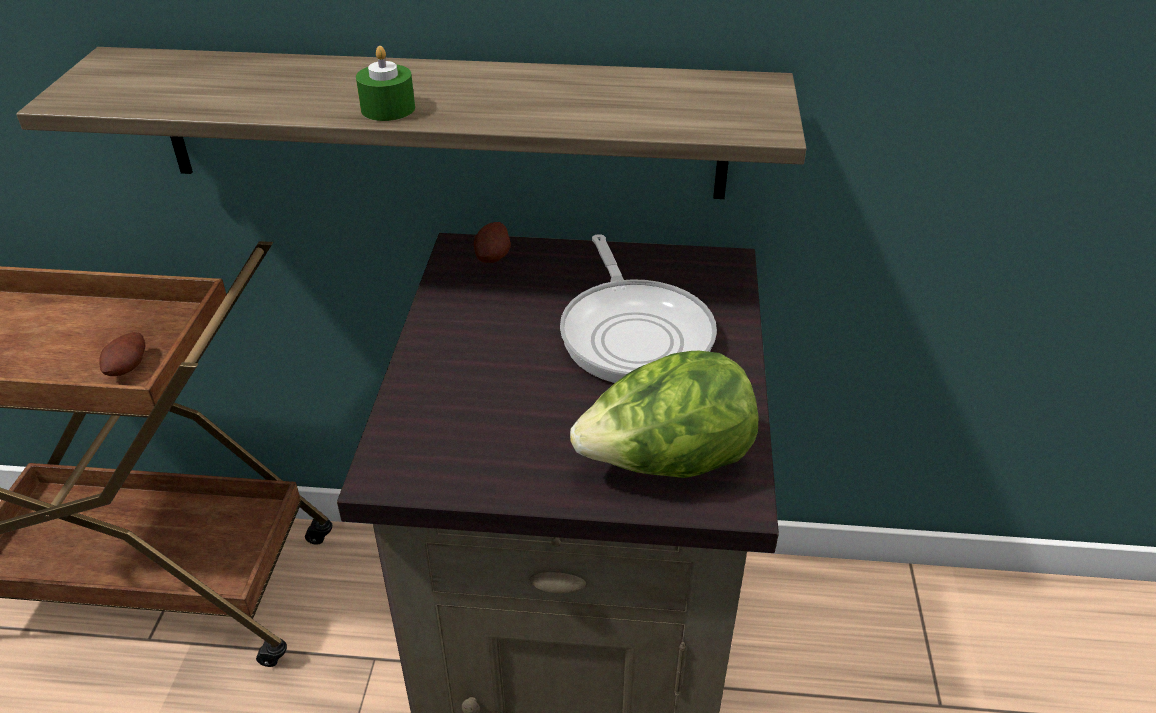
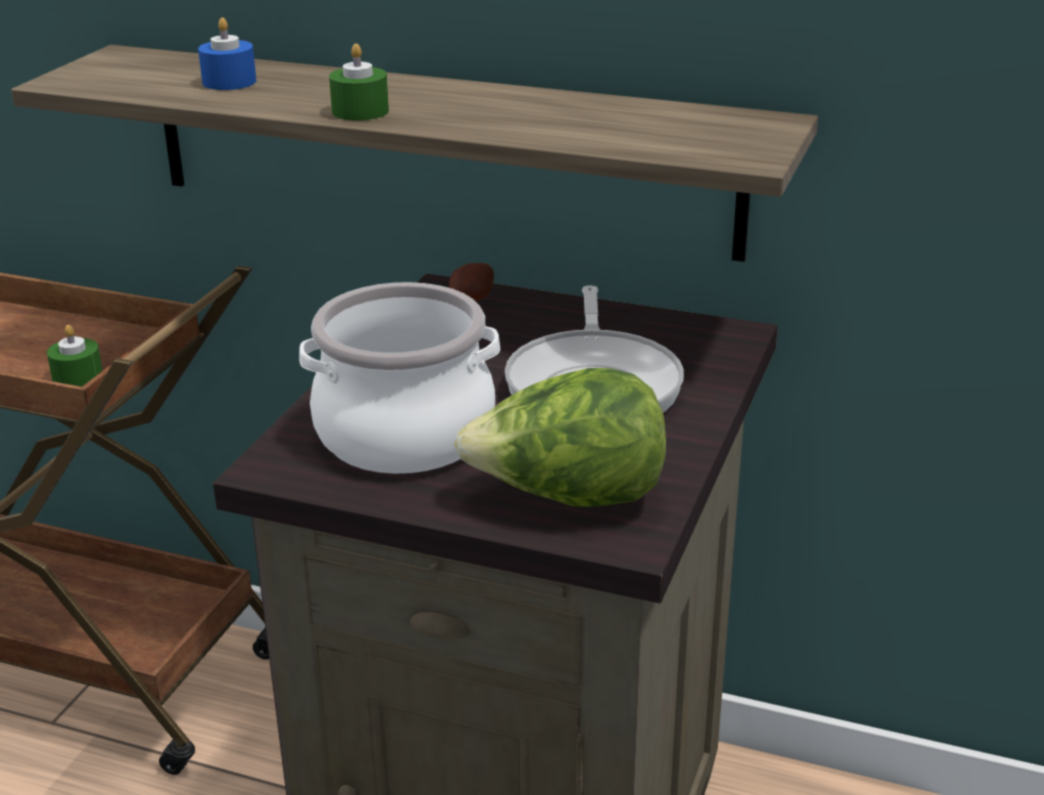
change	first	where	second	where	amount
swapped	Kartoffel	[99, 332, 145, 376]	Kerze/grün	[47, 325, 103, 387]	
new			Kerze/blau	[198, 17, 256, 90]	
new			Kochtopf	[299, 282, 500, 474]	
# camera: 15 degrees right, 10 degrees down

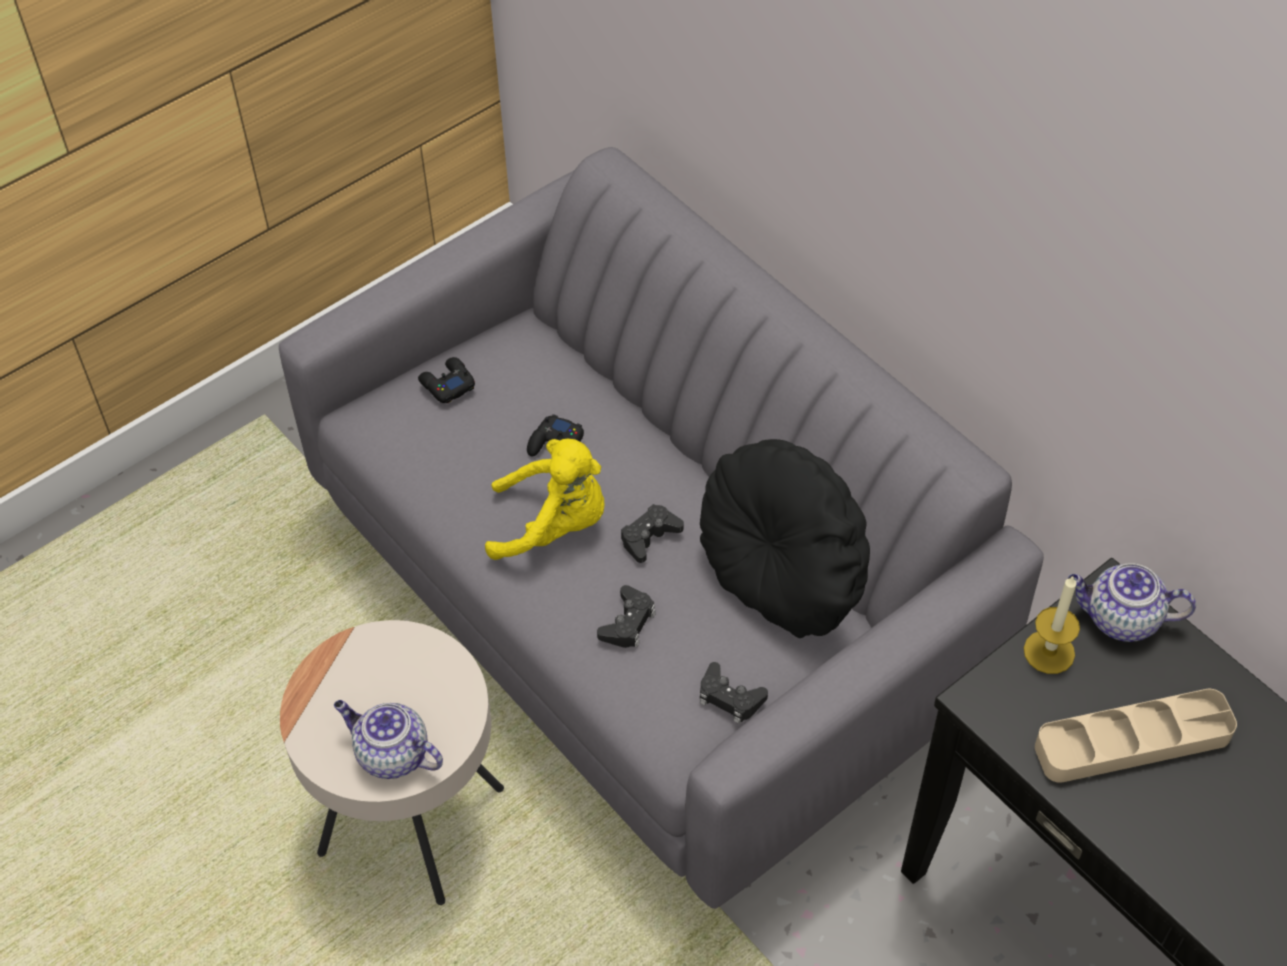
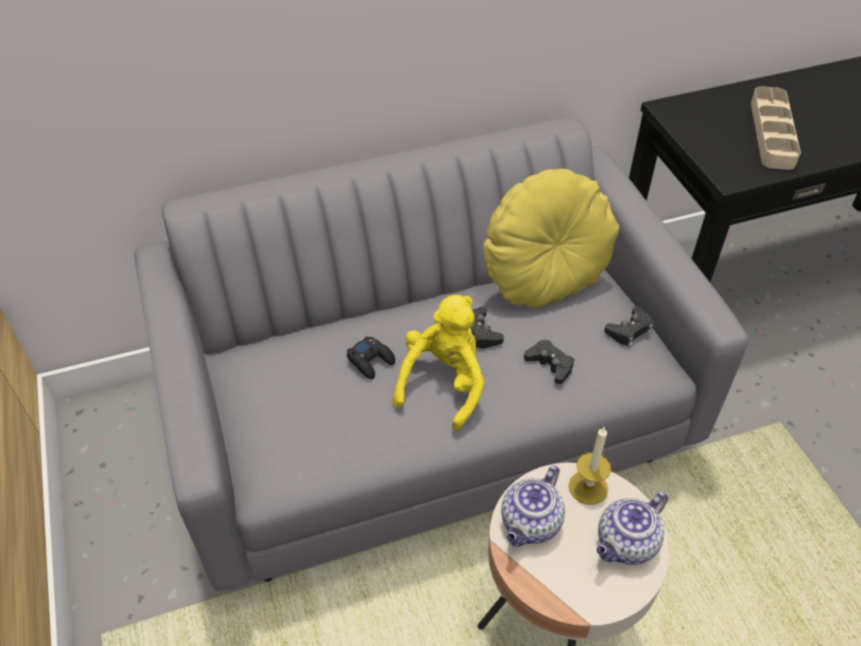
change	first	where	second	where	amount
gone	Gamepad/schwarz	[418, 357, 475, 403]			
repainted	Kissen/schwarz	[700, 439, 870, 638]	Kissen/gelb	[483, 169, 619, 308]	
shifted	Kerze	[1024, 575, 1080, 674]		[569, 427, 611, 505]	
shifted	Teekanne	[1068, 563, 1196, 642]		[501, 465, 565, 546]	
# camera: 70 degrees left, 5 degrees down

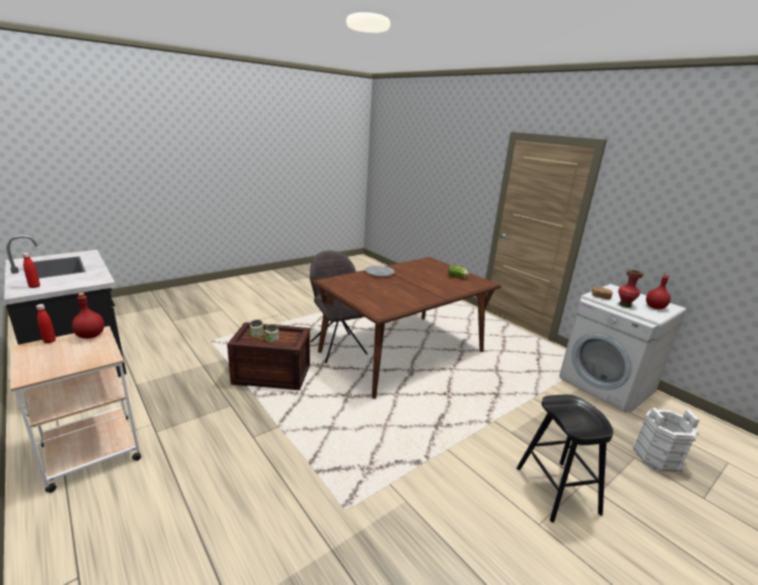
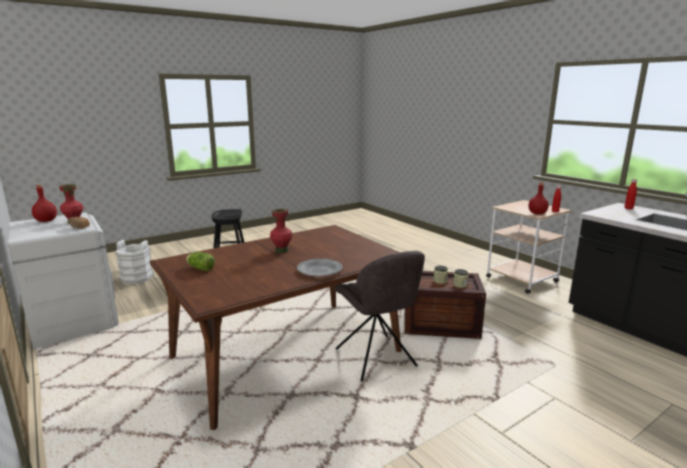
change	first	where	second	where	amount
new			Vase/rot	[270, 209, 292, 253]	
# camera: 175 degrees left, 5 degrees down

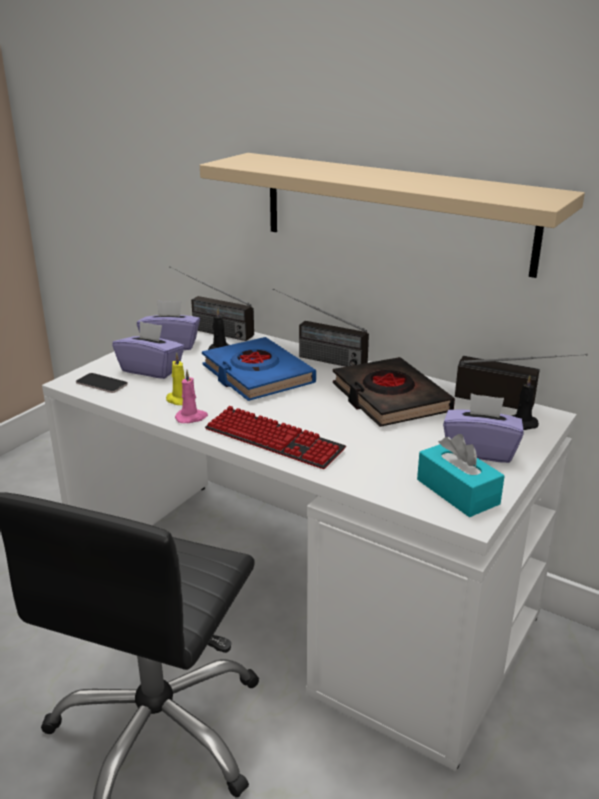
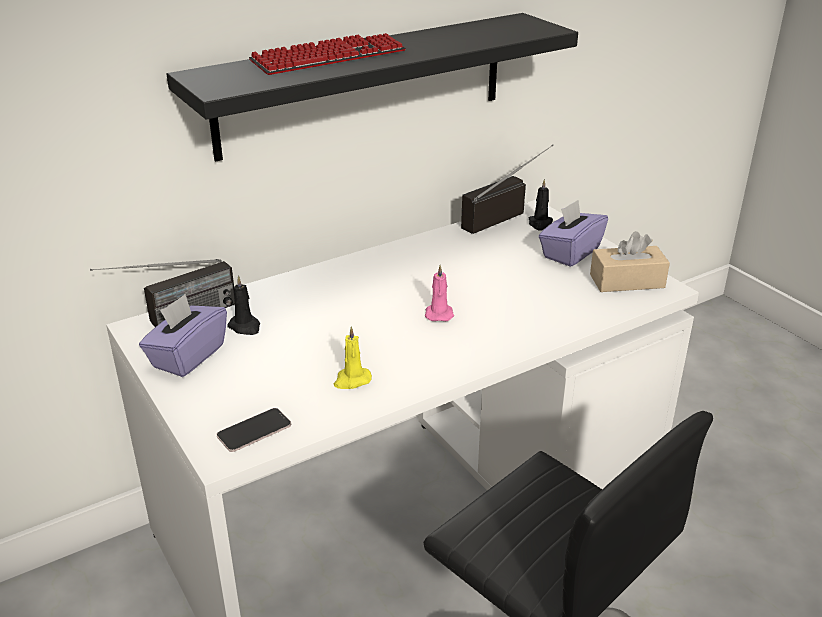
change	first	where	second	where	amount
gone	Taschentuchbox/lila	[112, 321, 185, 379]			
shifted	Kerze/rosa	[175, 370, 208, 423]		[425, 265, 454, 321]	
repainted	Wandregal/beige	[200, 153, 585, 278]	Wandregal/schwarz	[167, 13, 578, 162]	
gone	Buch/blau	[202, 337, 316, 401]			
shifted	Tastatur	[205, 406, 346, 469]		[249, 33, 406, 75]	
gone	Radio	[273, 288, 369, 367]			
gone	Buch/schwarz	[333, 357, 455, 427]			
repainted	Taschentuchbox/türkis	[417, 434, 505, 517]	Taschentuchbox/beige	[590, 231, 670, 292]	
# camera: 65 degrees left, 5 degrees up

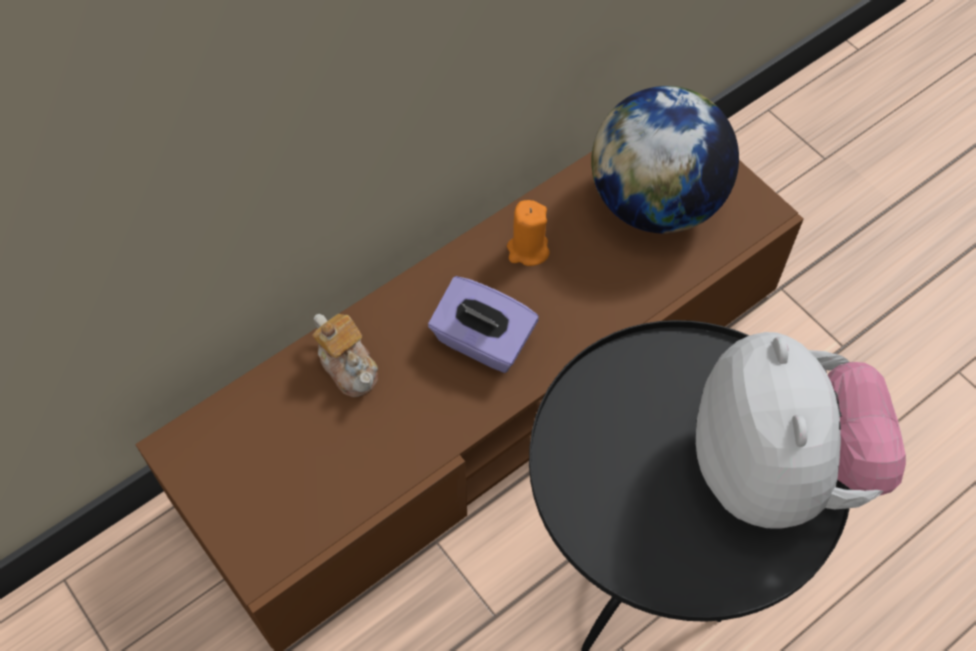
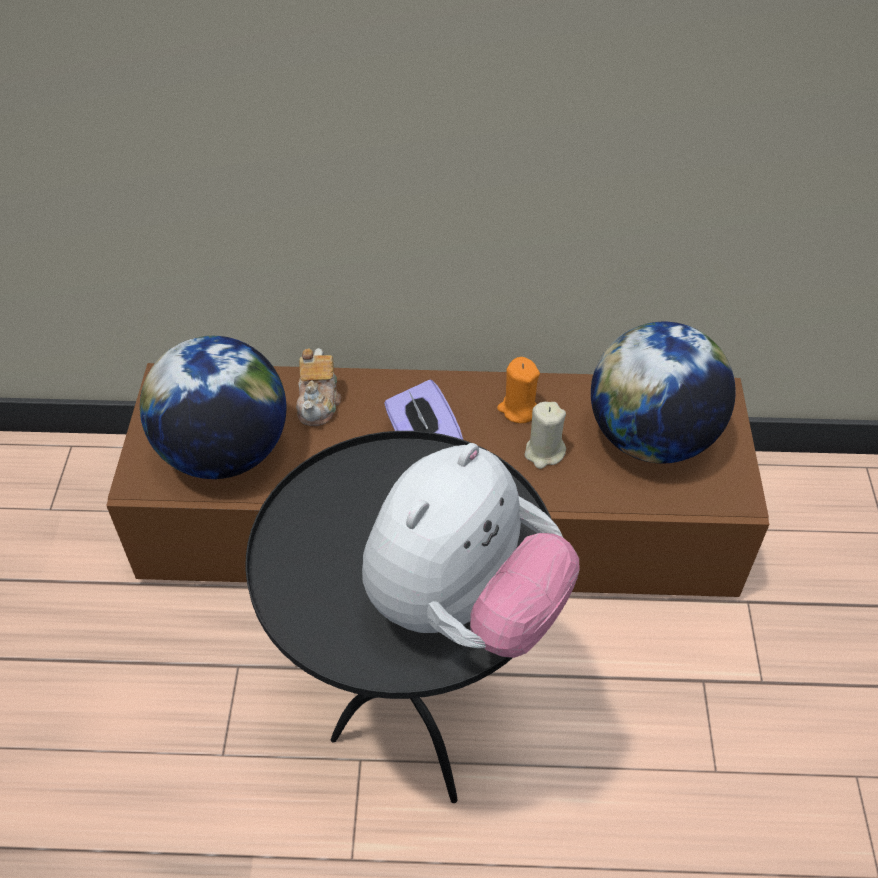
change	first	where	second	where	amount
new			Globus	[140, 336, 286, 479]	
new			Kerze/beige	[525, 402, 566, 469]	
# camera: 40 degrees right, 10 degrees down

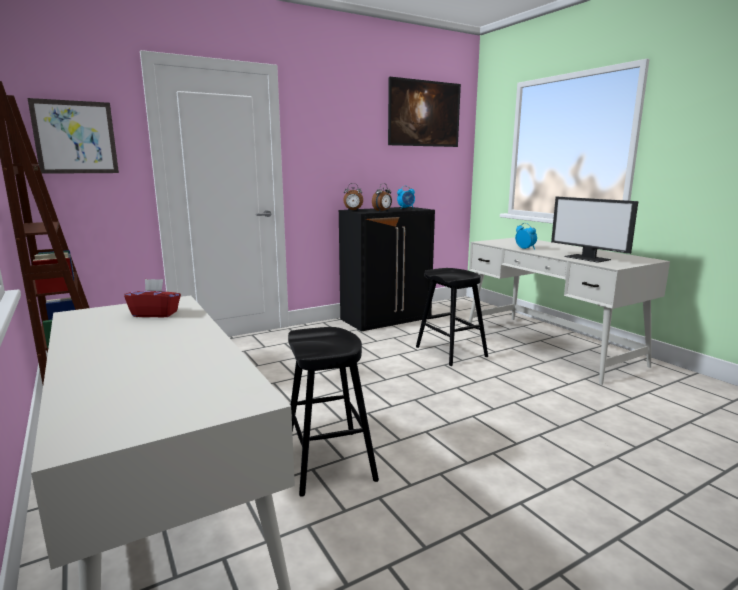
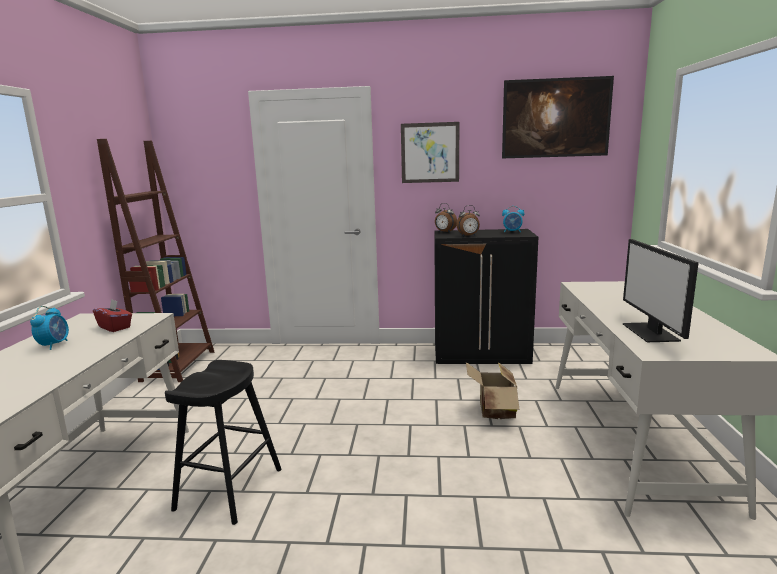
change	first	where	second	where	amount
shifted	Bild	[27, 98, 119, 174]		[401, 122, 459, 183]	
swapped	Hocker/schwarz	[416, 268, 488, 366]	Karton	[466, 362, 520, 419]	
shifted	Wecker	[515, 223, 537, 250]		[30, 306, 69, 350]	
# camera: 35 degrees right, 0 degrees up

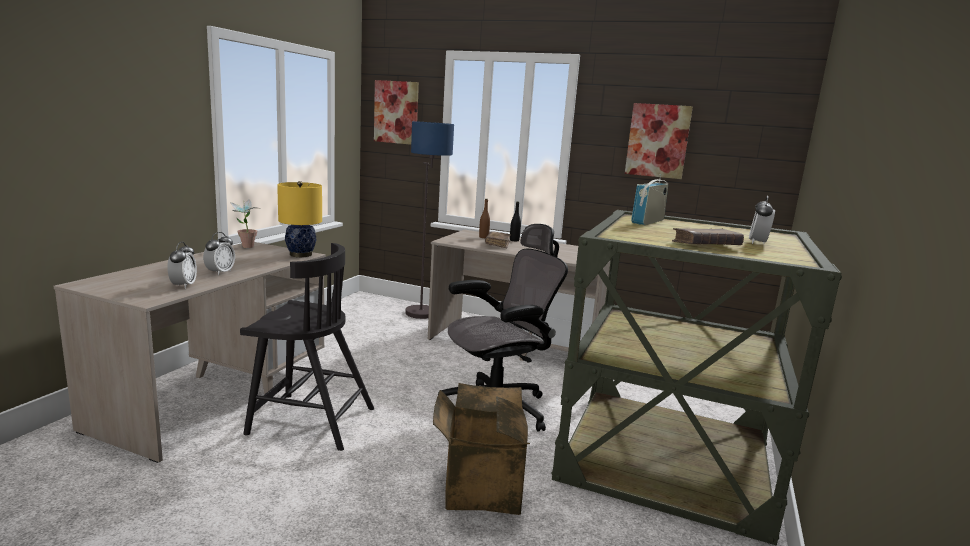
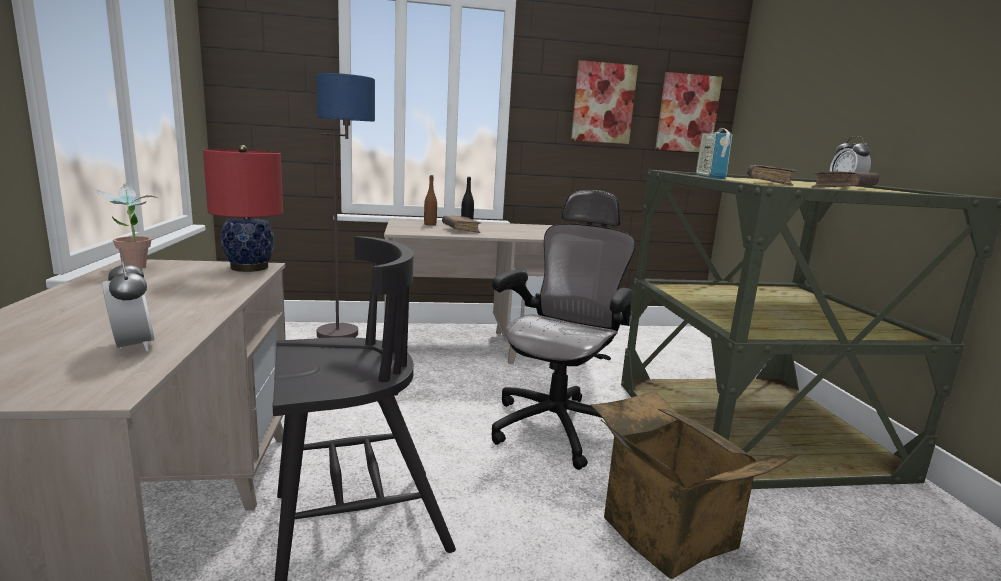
change	first	where	second	where	amount
gone	Wecker	[203, 232, 235, 275]			
repainted	Tischlampe/gelb	[277, 181, 322, 257]	Tischlampe/rot	[203, 145, 283, 272]	
shifted	Bild	[374, 80, 419, 145]		[655, 72, 723, 152]	
new			Buch/braun	[747, 165, 796, 186]	
# camera: 30 degrees left, 0 degrees up

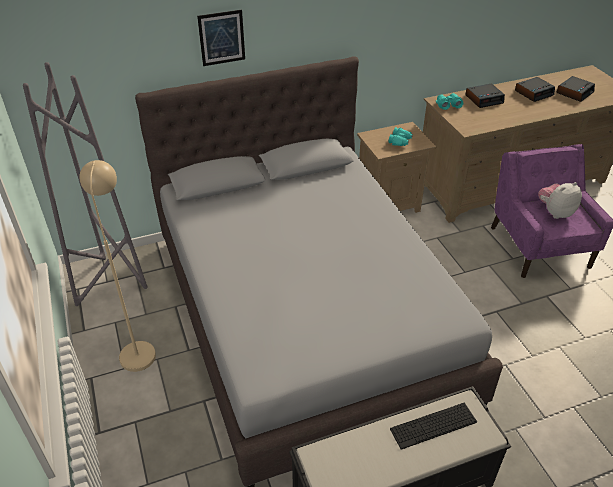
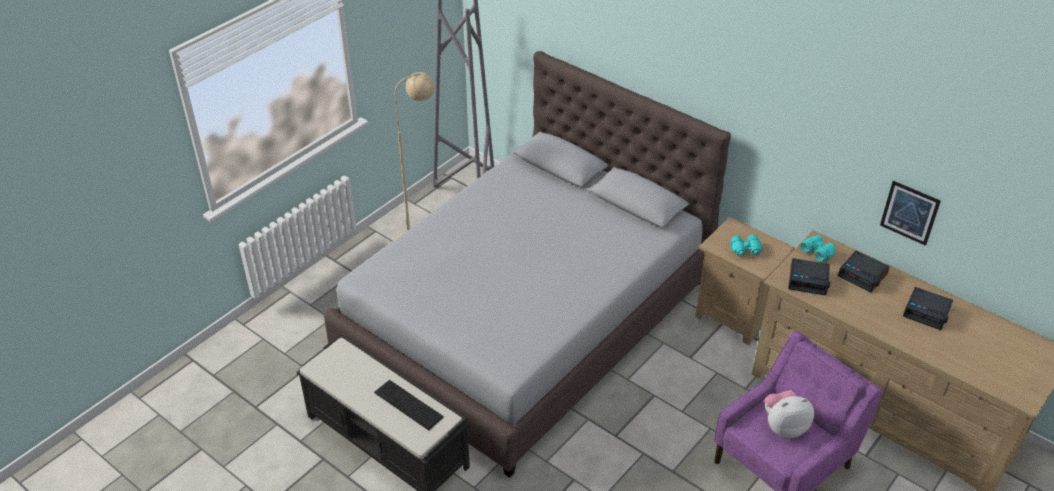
change	first	where	second	where	amount
shifted	Bild	[197, 10, 245, 66]		[880, 181, 941, 246]	
rotated	Plüschtier	[538, 182, 582, 219]		[765, 391, 814, 438]	45 degrees counterclockwise
shifted	Wecker	[556, 76, 595, 102]		[788, 258, 830, 295]	
# camera: 60 degrees right, 0 degrees up

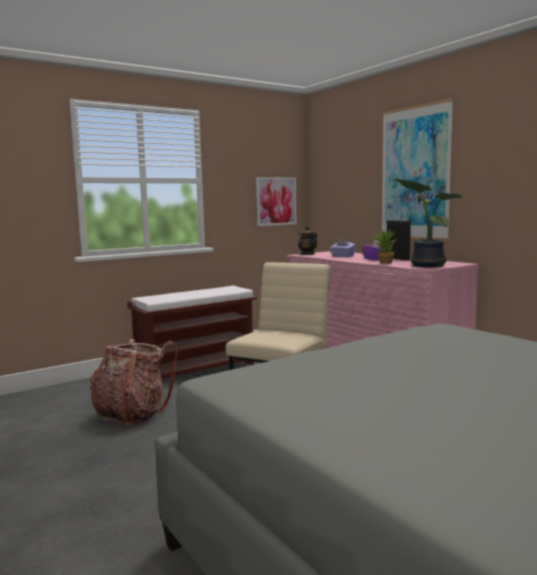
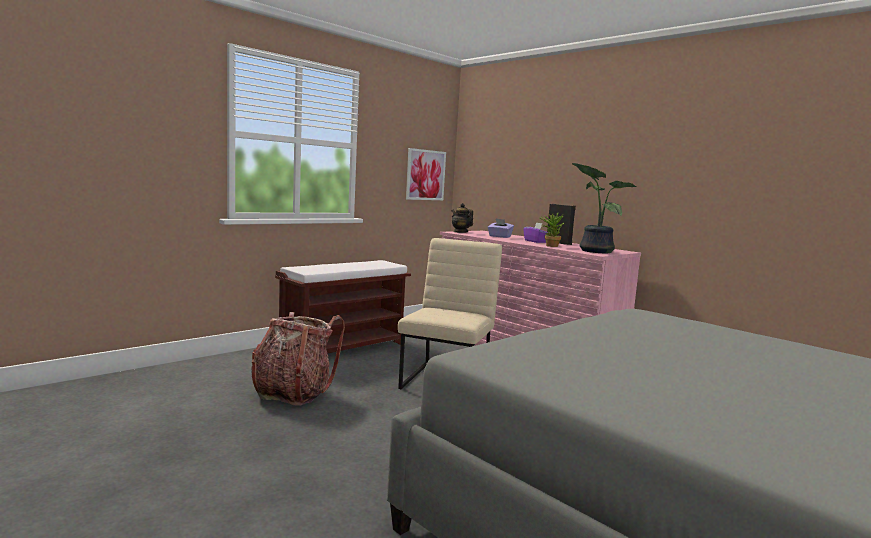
change	first	where	second	where	amount
gone	Bild	[382, 98, 454, 240]			
# camera: 10 degrees left, 0 degrees up

